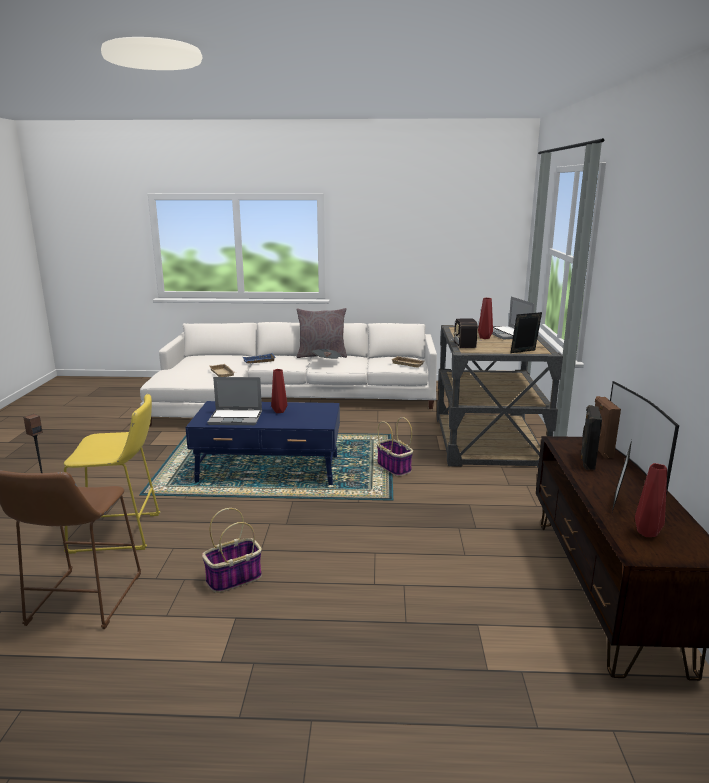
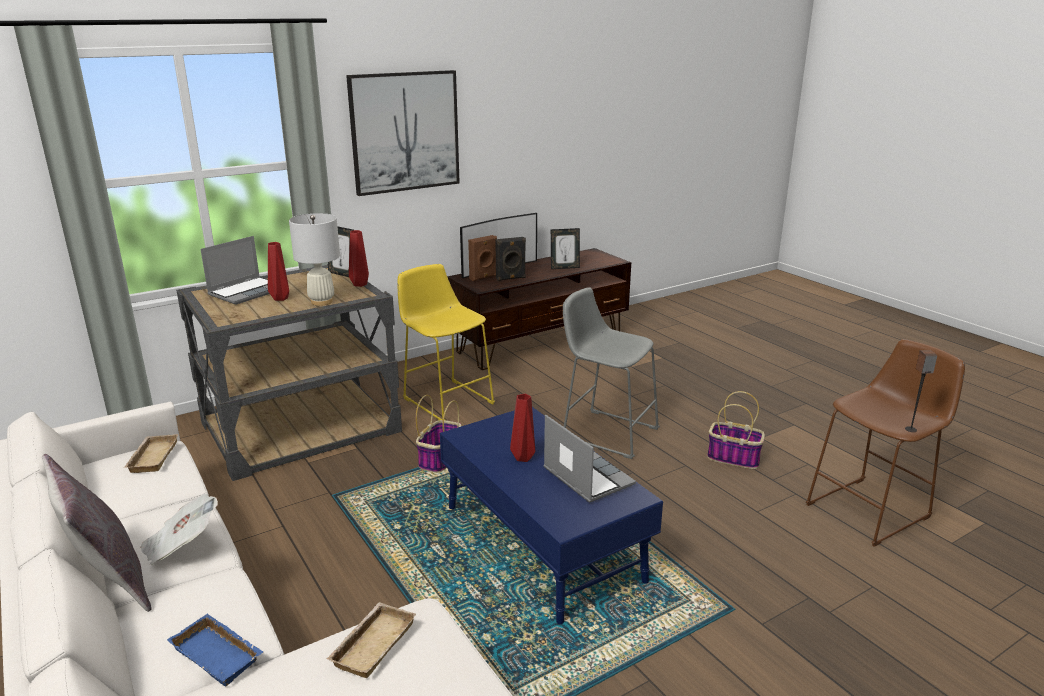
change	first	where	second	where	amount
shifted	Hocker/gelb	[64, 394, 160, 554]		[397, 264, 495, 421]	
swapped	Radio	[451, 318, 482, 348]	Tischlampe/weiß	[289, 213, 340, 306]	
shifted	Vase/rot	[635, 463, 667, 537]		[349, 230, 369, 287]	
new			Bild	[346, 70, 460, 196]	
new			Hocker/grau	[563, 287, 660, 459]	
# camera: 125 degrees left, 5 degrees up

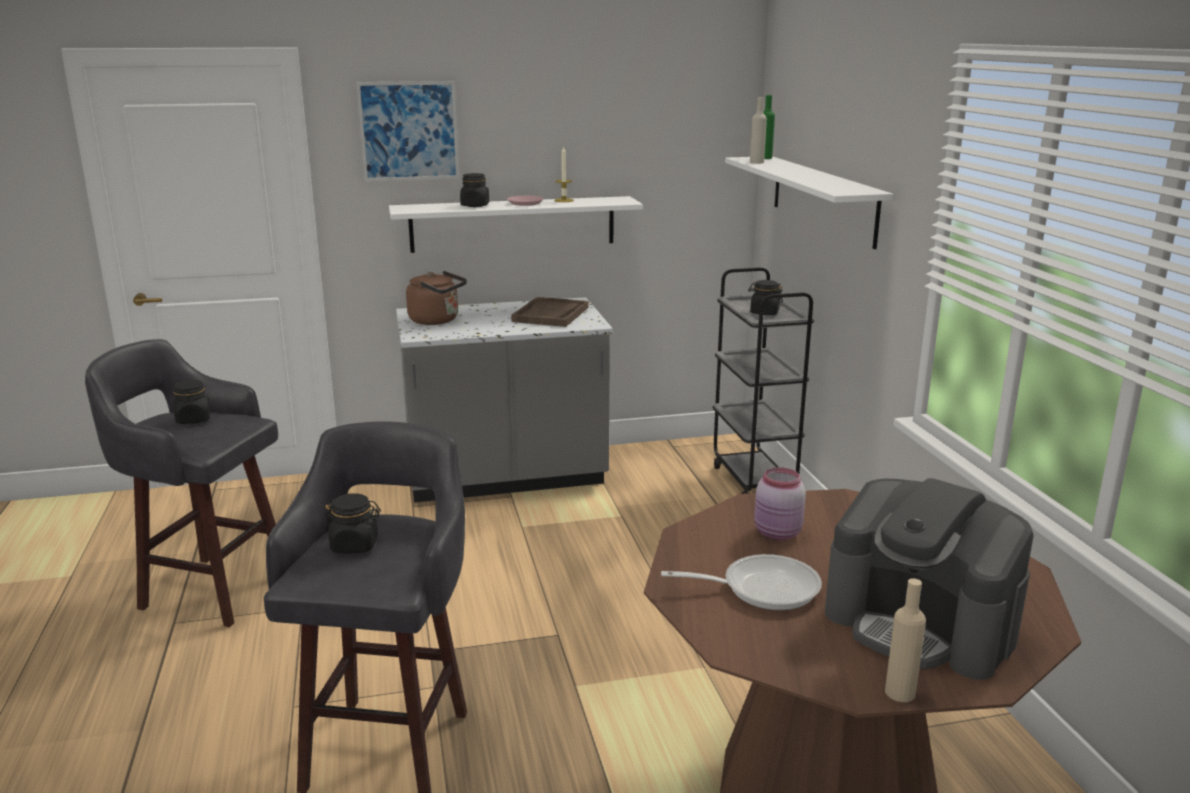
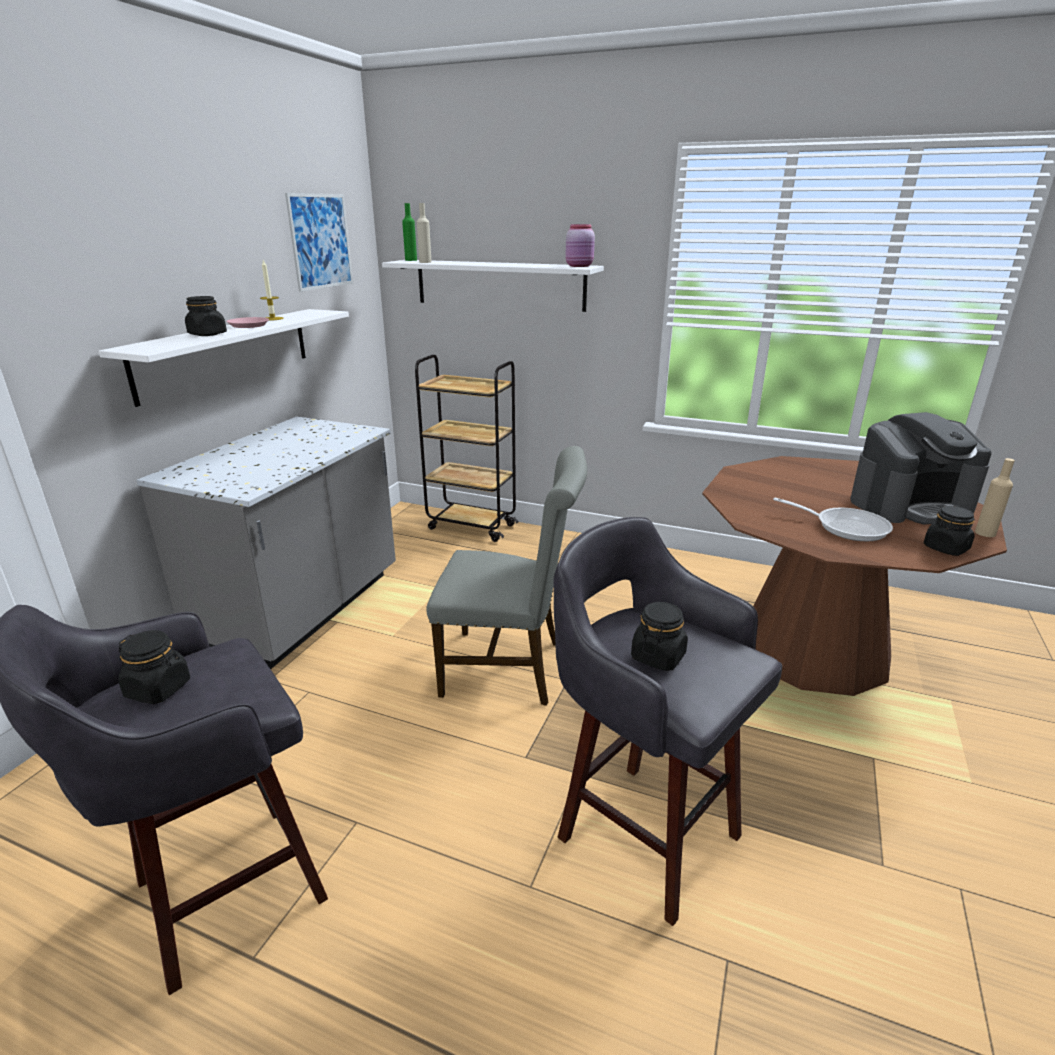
change	first	where	second	where	amount
shifted	Bild	[356, 81, 459, 181]		[285, 193, 353, 292]	
gone	Wasserkessel/braun	[406, 271, 467, 325]			
gone	Tablett/braun	[511, 297, 588, 327]			
rotated	Pfanne	[661, 554, 822, 610]		[773, 497, 893, 541]	90 degrees clockwise
repainted	Rollwagen/grau	[712, 268, 814, 494]	Rollwagen/braun	[415, 355, 519, 542]	
shifted	Vorratsglas/schwarz	[748, 280, 783, 315]		[924, 506, 975, 556]	
shifted	Vorratsglas/rosa	[754, 467, 806, 540]		[565, 224, 595, 267]	
new			Stuhl/grau	[426, 446, 587, 706]	
# camera: 55 degrees left, 5 degrees up

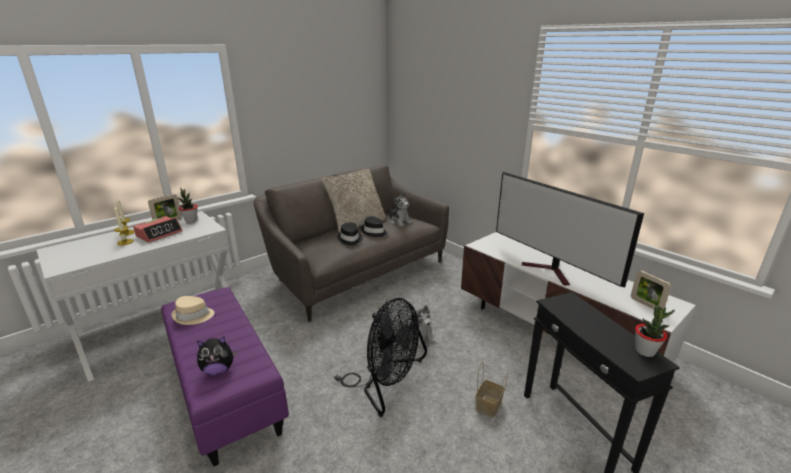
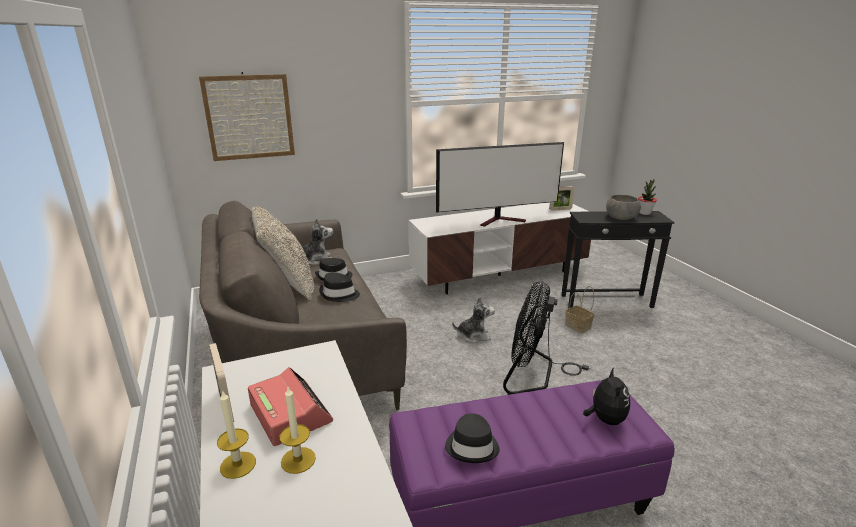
change	first	where	second	where	amount
repainted	Hut/beige	[171, 296, 215, 325]	Hut/schwarz	[445, 413, 499, 463]	
gone	Topfpflanze	[178, 188, 198, 223]			
rotated	Ventilator/schwarz	[334, 298, 427, 417]		[503, 281, 590, 395]	120 degrees counterclockwise
new			Bild	[199, 72, 295, 161]	
new			Schüssel/grau	[606, 195, 641, 220]	
# camera: 70 degrees left, 0 degrees up

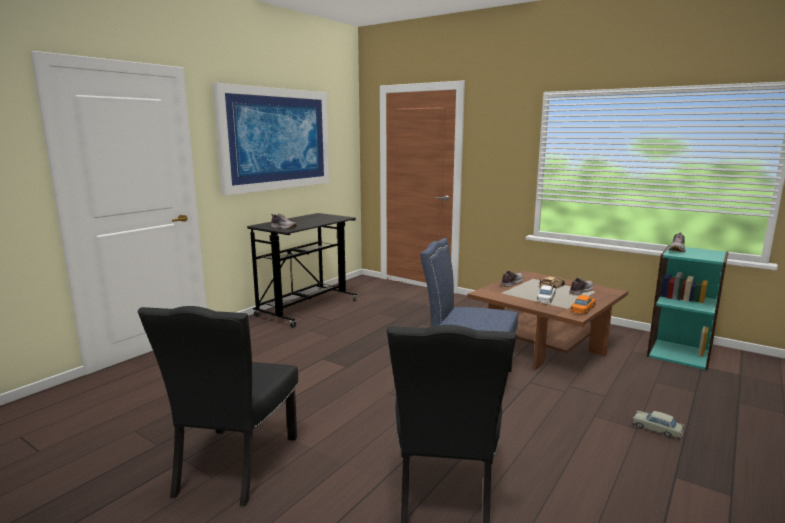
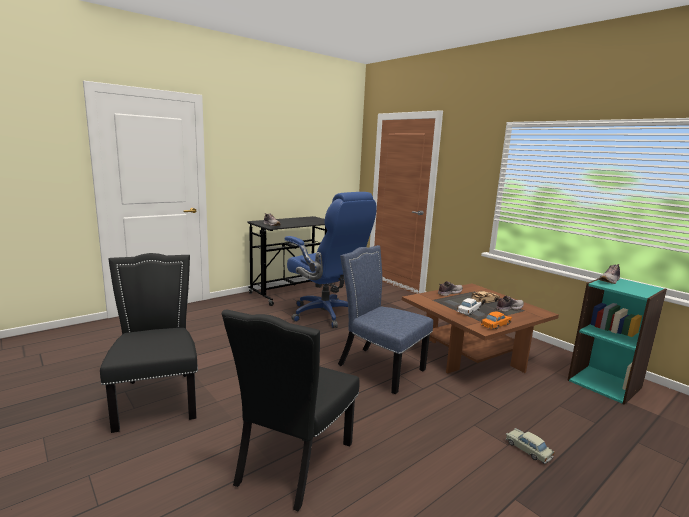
change	first	where	second	where	amount
rotated	Stuhl/schwarz	[138, 306, 299, 506]		[100, 253, 198, 433]	135 degrees clockwise
gone	Bild	[213, 83, 330, 195]			
new			Bürostuhl/blau	[285, 192, 377, 328]	
# camera: 15 degrees right, 0 degrees up

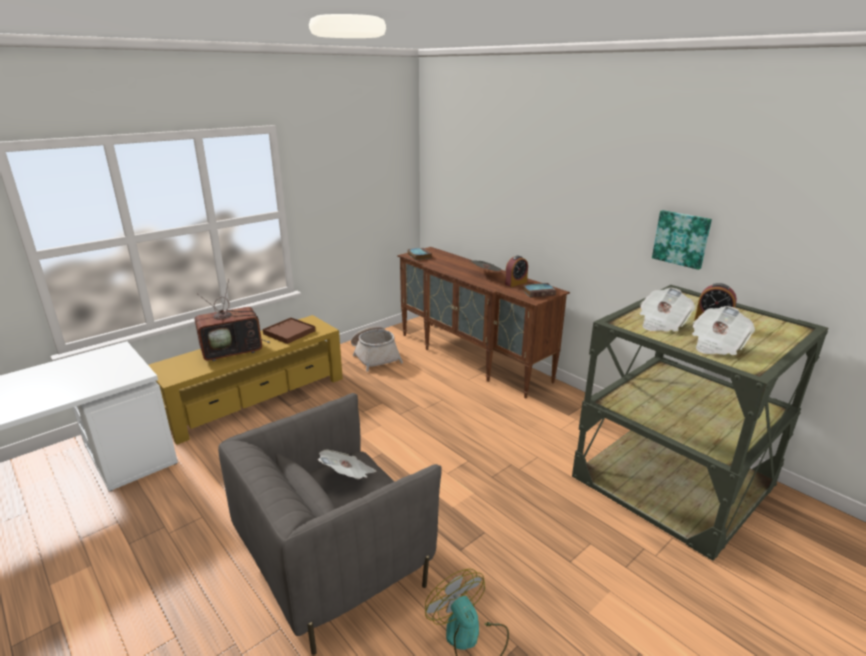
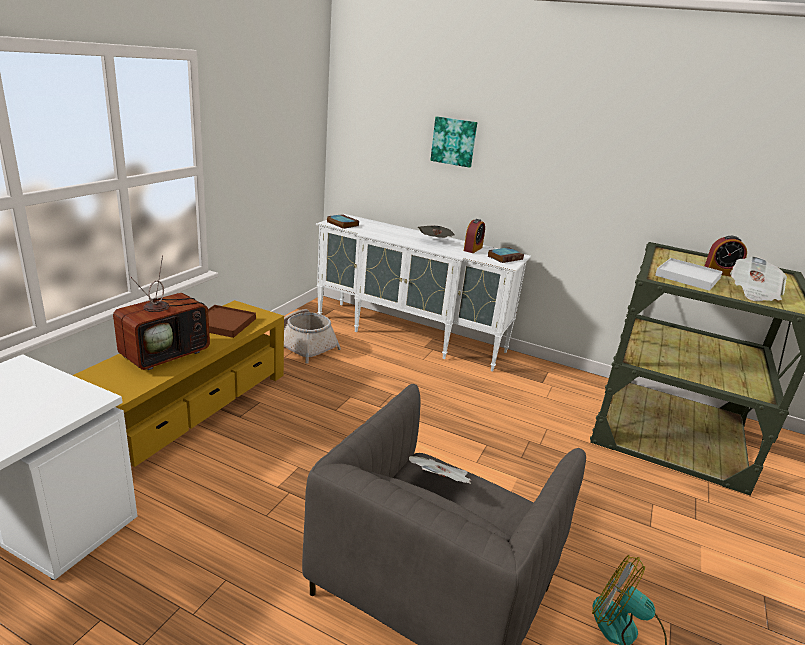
change	first	where	second	where	amount
repainted	Schrank/braun	[397, 247, 570, 398]	Schrank/weiß	[316, 214, 531, 372]	
swapped	Zeitung	[640, 288, 695, 332]	Tablett/weiß	[655, 258, 723, 291]	
shifted	Bild	[652, 210, 712, 270]		[430, 116, 477, 168]	
# camera: 25 degrees left, 0 degrees up

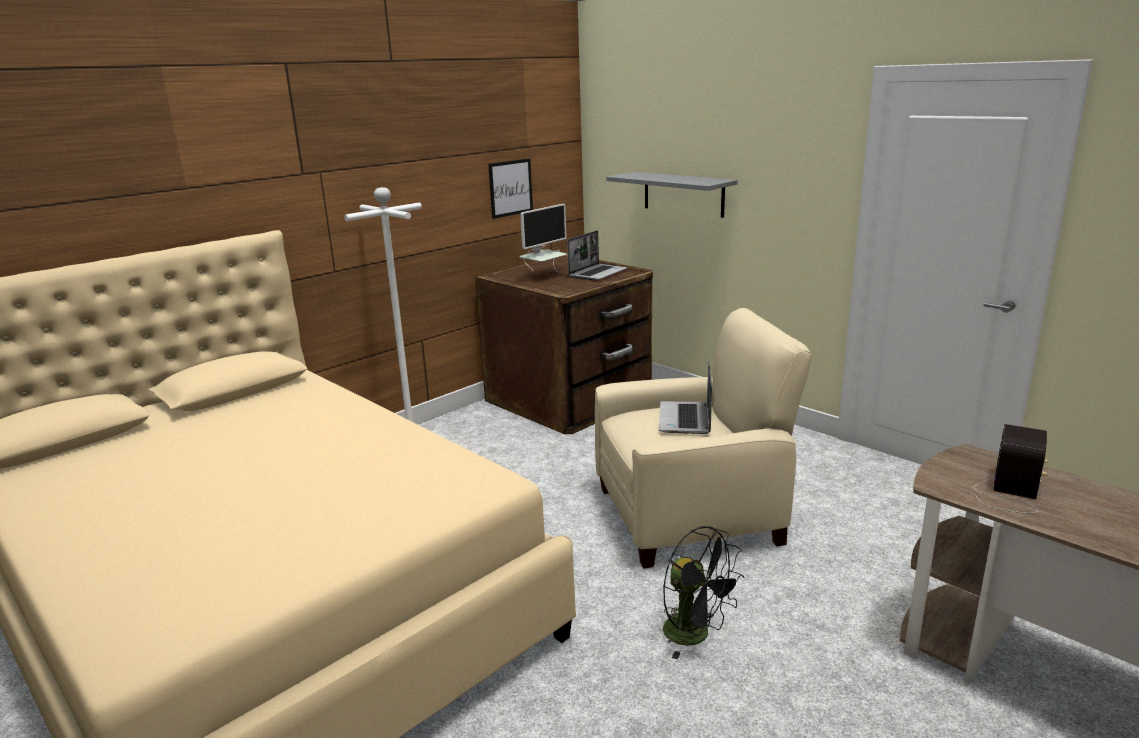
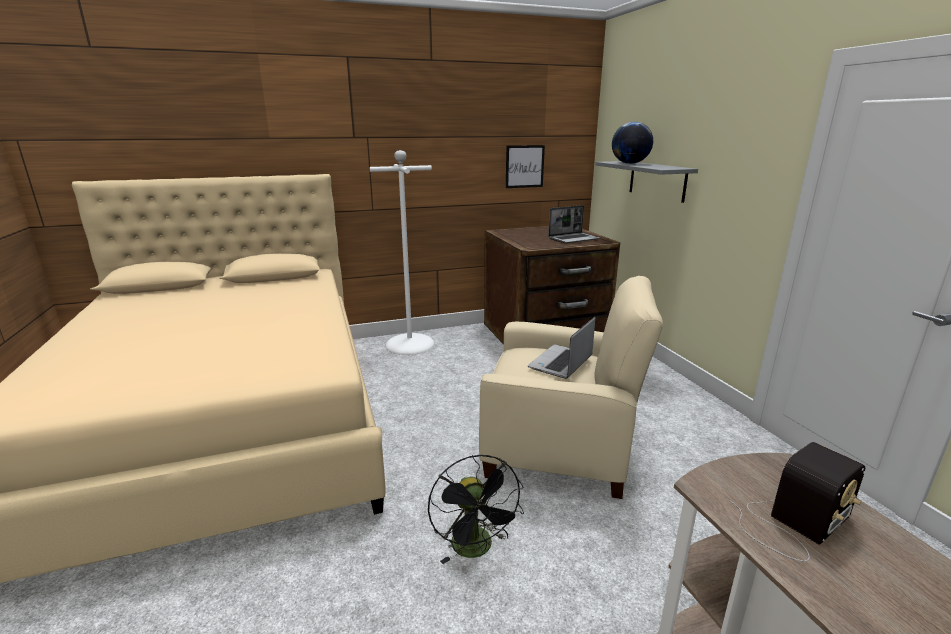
change	first	where	second	where	amount
gone	Monitor	[519, 204, 567, 273]			
new			Globus	[612, 122, 653, 164]	
# camera: 25 degrees right, 0 degrees up

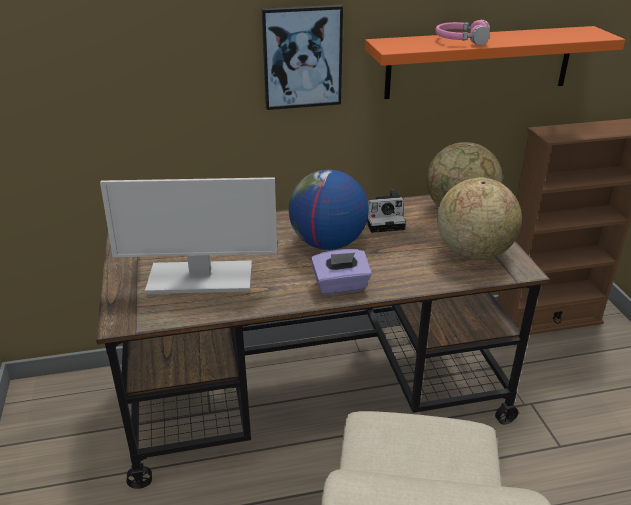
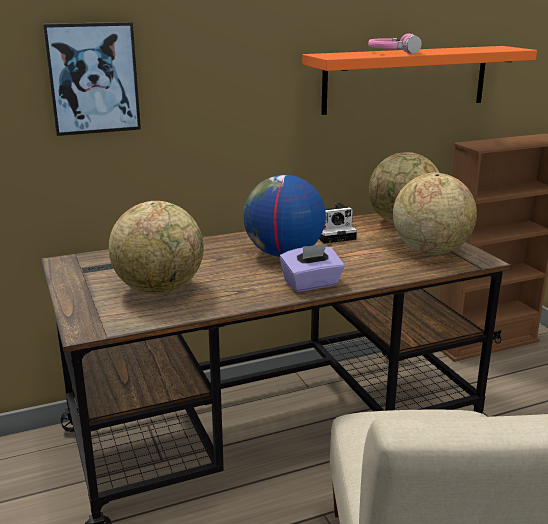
change	first	where	second	where	amount
swapped	Monitor	[100, 177, 277, 294]	Globus	[109, 201, 204, 295]	
shifted	Bild	[262, 5, 343, 110]		[43, 22, 141, 136]	
# camera: 10 degrees left, 10 degrees down

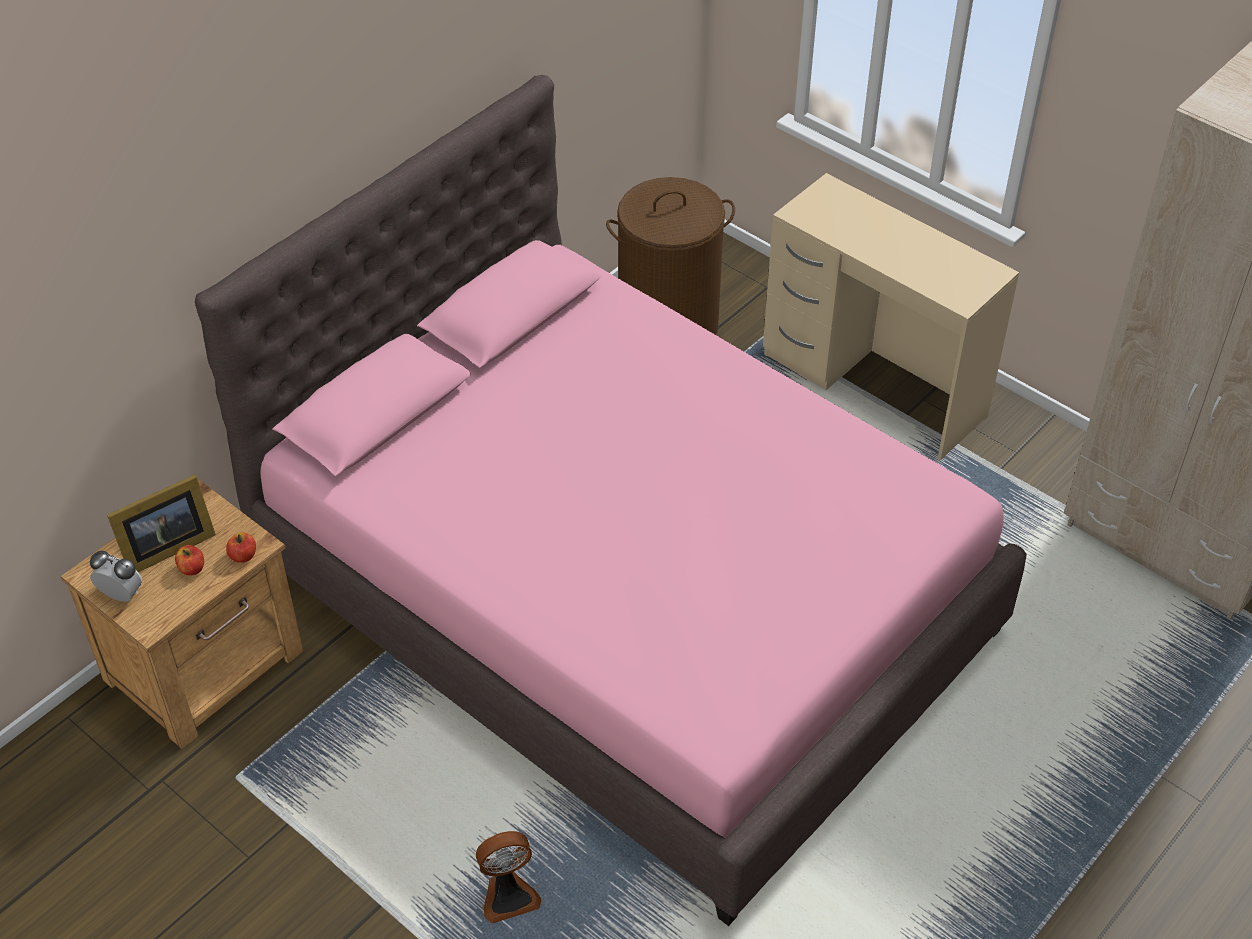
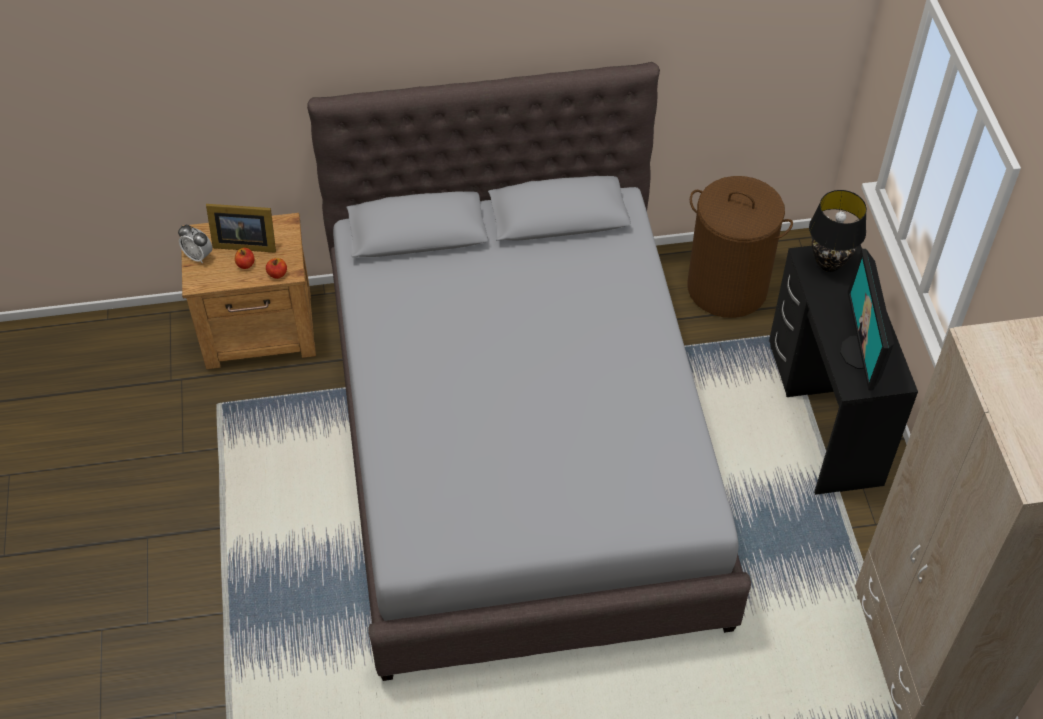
change	first	where	second	where	amount
rotated	Wecker	[90, 551, 142, 602]		[178, 225, 212, 264]	150 degrees clockwise
repainted	Bett/rosa	[195, 75, 1027, 926]	Bett/grau	[307, 62, 751, 681]	
gone	Ventilator	[476, 831, 541, 924]			
repainted	Schreibtisch/beige	[763, 173, 1019, 461]	Schreibtisch/schwarz	[769, 245, 918, 495]	
new			Tischlampe/schwarz	[809, 190, 867, 272]	
new			Monitor	[840, 249, 894, 390]	
# camera: 40 degrees right, 5 degrees up

